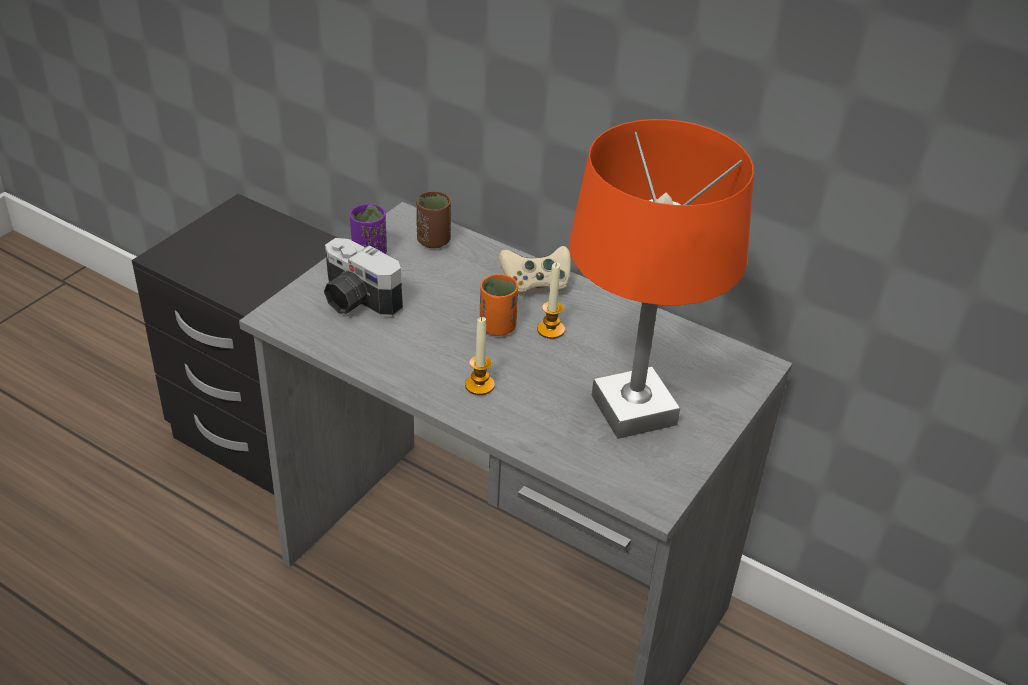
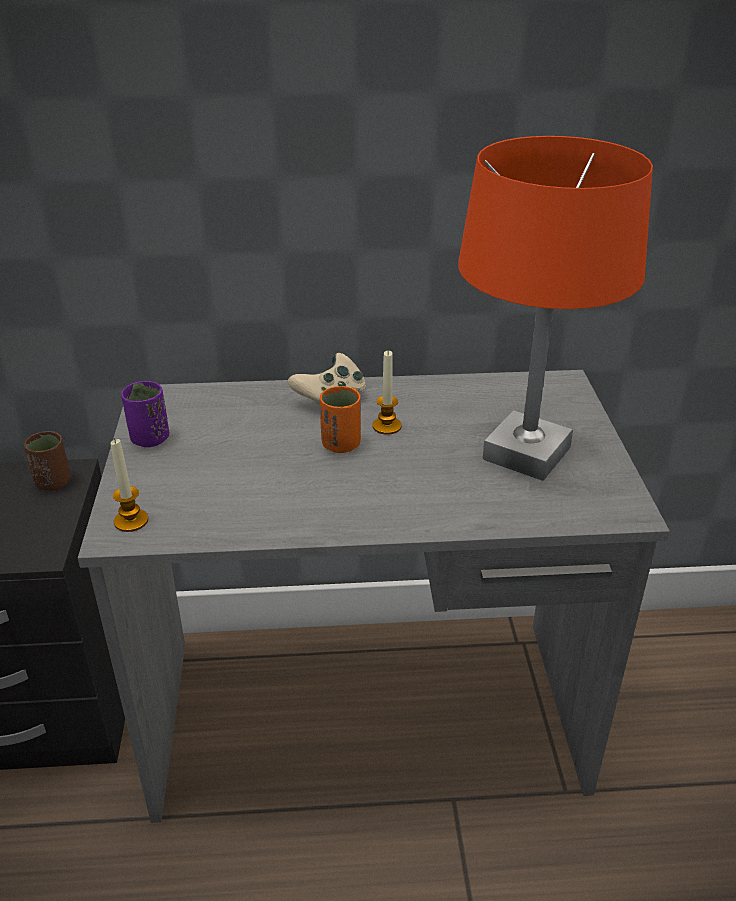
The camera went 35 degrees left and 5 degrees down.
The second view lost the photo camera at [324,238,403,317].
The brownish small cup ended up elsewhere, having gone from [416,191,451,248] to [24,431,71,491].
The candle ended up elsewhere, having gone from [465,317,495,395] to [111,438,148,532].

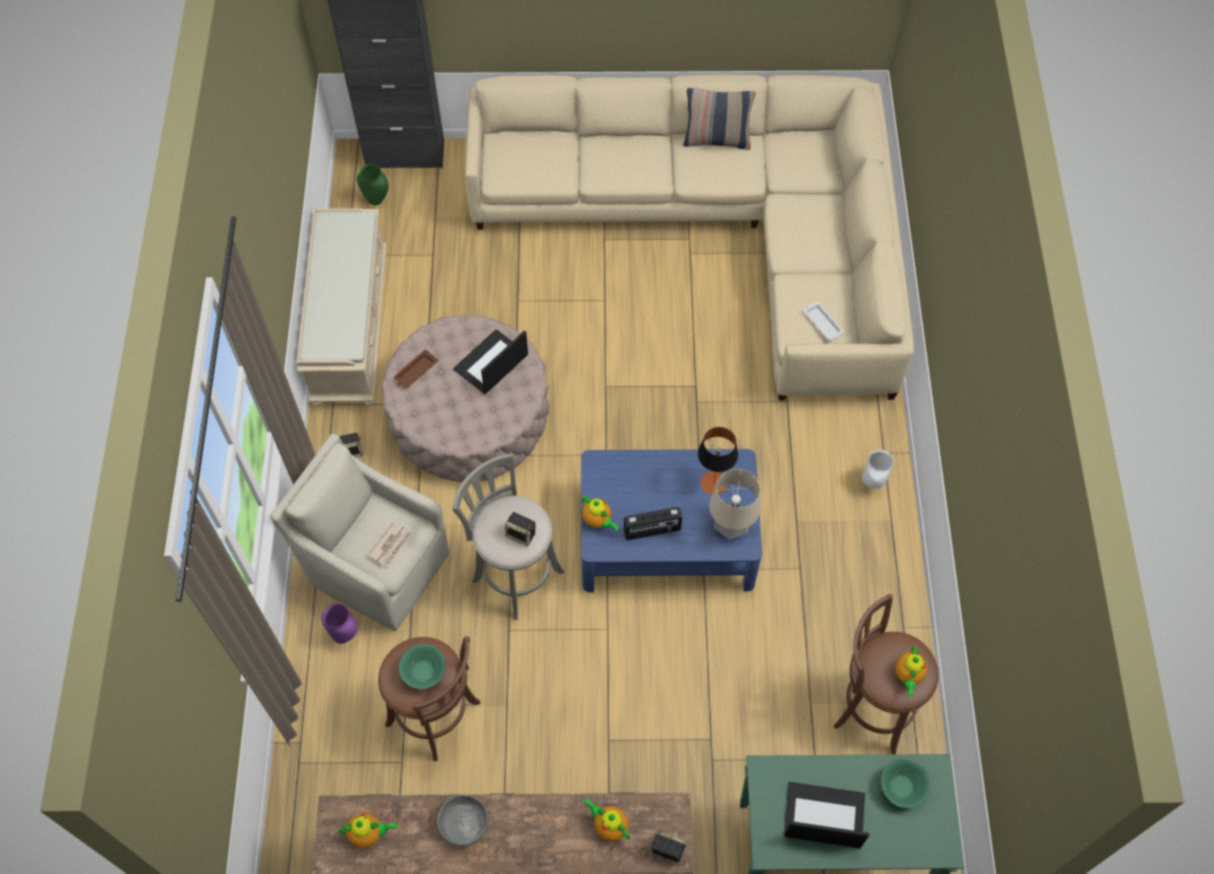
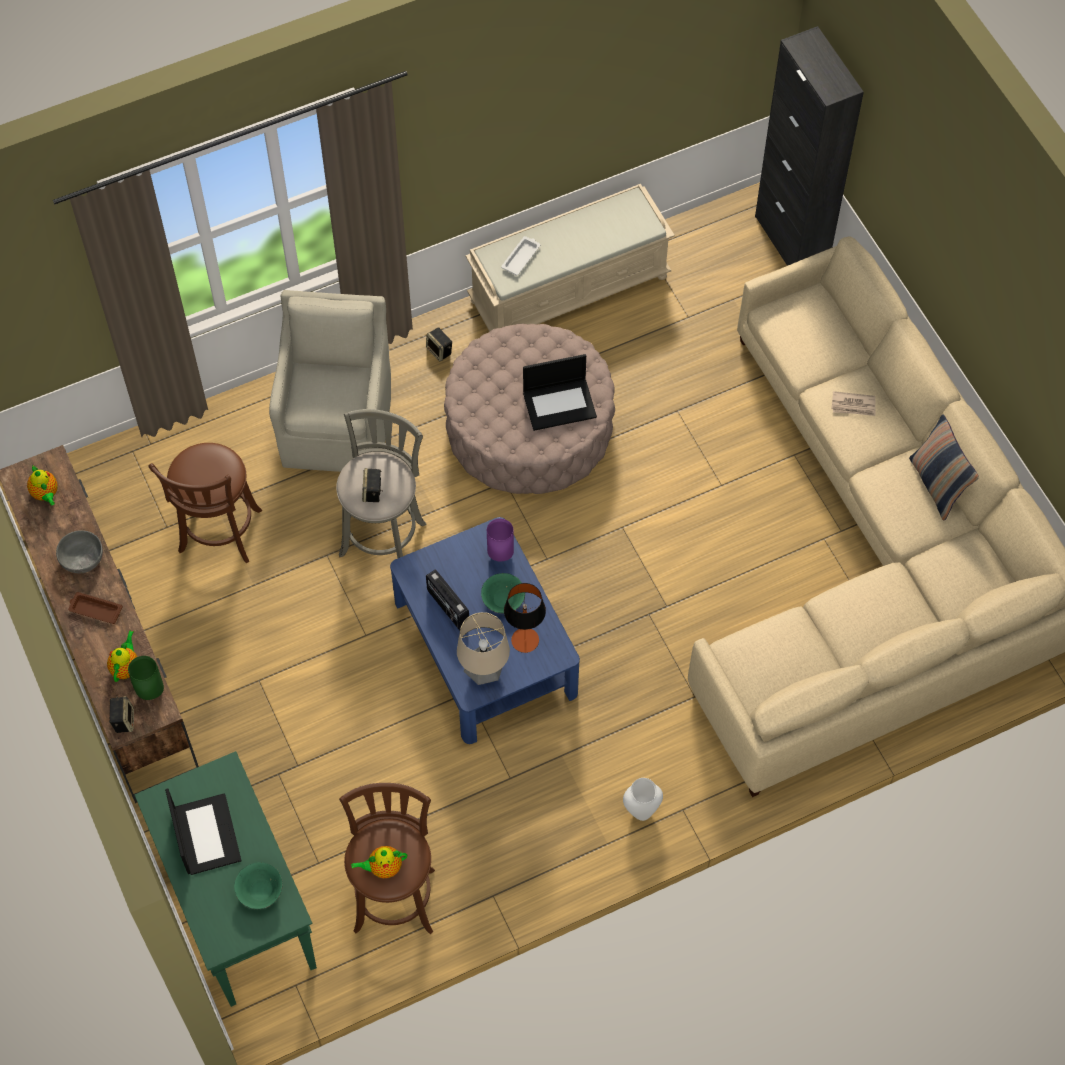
The camera went 65 degrees right and 0 degrees up.
The second view lost the tea pot at [582,496,619,530].
The purple vase ended up elsewhere, having gone from [321,604,358,644] to [487,519,514,562].
The green vase ended up elsewhere, having gone from [357,163,389,205] to [128,656,164,700].
The daily paper ended up elsewhere, having gone from [367,522,413,567] to [831,391,875,416].
The brownish tray ended up elsewhere, having gone from [394,349,438,388] to [68,592,123,624].
The green bowl ended up elsewhere, having gone from [399,644,446,689] to [481,573,525,613].
The white-coloured tray ended up elsewhere, having gone from [803,302,844,341] to [501,236,540,276].
The laptop at [453,329,528,394] ended up facing another way, 150 degrees clockwise from before.

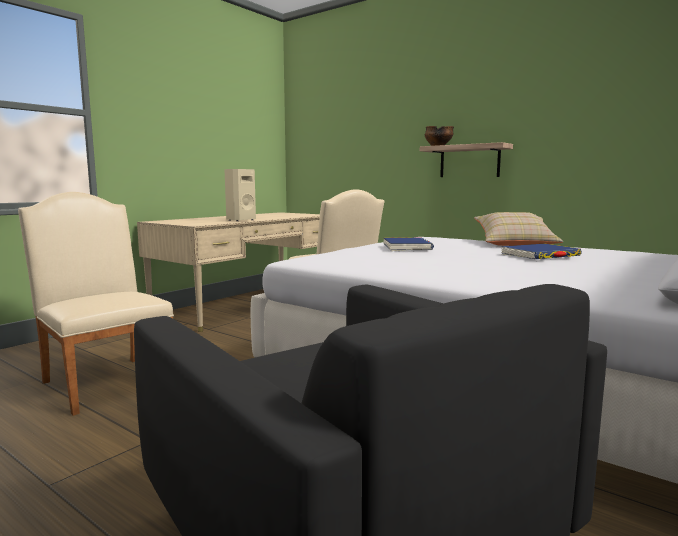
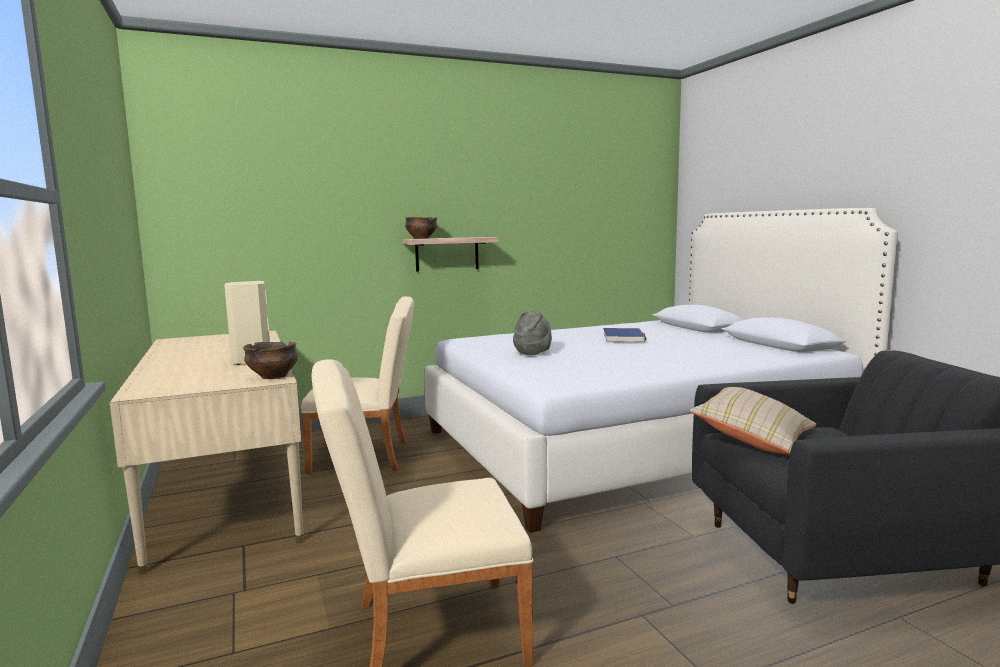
The camera went 60 degrees left and 0 degrees up.
The second view gained the bowl at [243,342,298,379].
The beige-coloured throw pillow ended up elsewhere, having gone from [474,212,563,246] to [690,387,817,455].
Where the bluish book stood at [383,237,434,251], the greyish hat came to stand at [513,311,552,355].

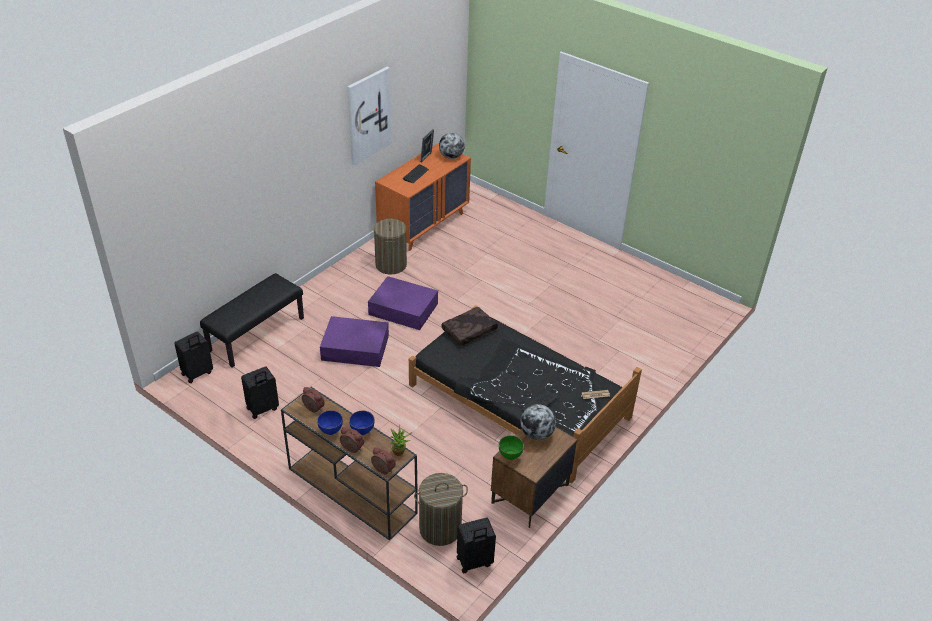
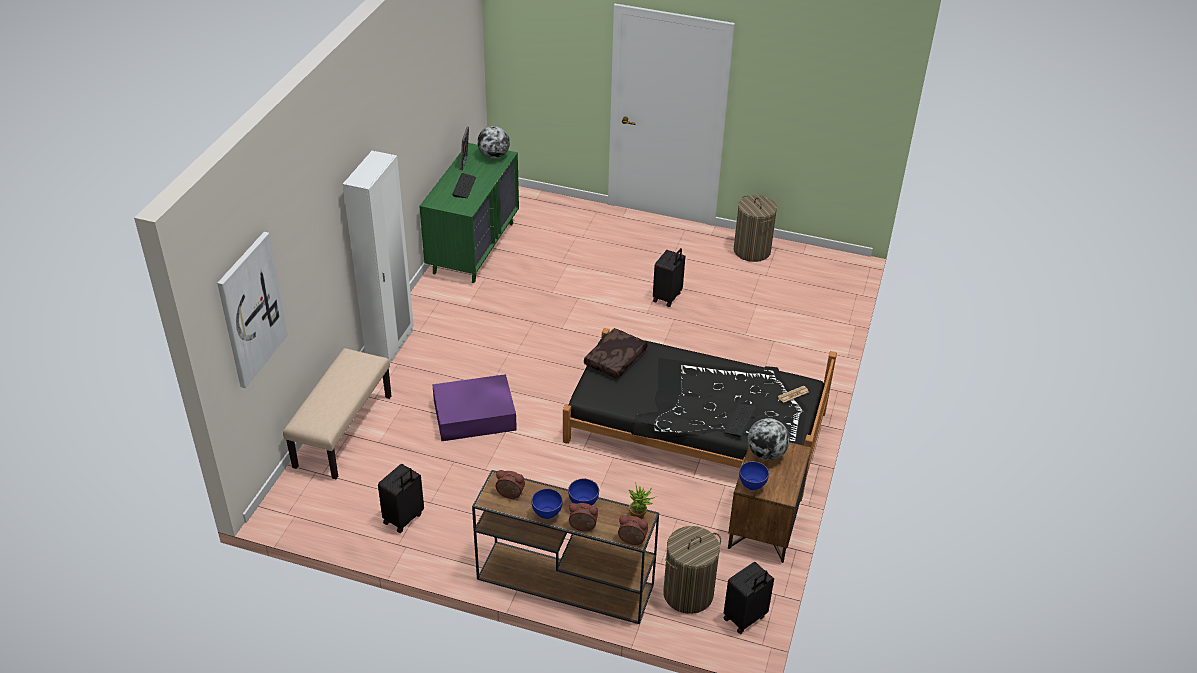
The camera went 20 degrees left and 0 degrees up.
The second view lost the purple storage container at [368,276,438,330].
The second view gained the white-coloured clothes cupboard at [343,151,414,363].
The black piece of luggage ended up elsewhere, having gone from [174,331,213,383] to [653,248,685,307].
The wall art ended up elsewhere, having gone from [347,67,392,165] to [217,232,288,388].
The hamper ended up elsewhere, having gone from [374,218,407,275] to [734,195,777,262].
What was the black bench at [200,273,304,368] turned into the beige-coloured bench at [283,348,391,479].
What was the orange-coloured drawer chest at [375,143,471,251] turned into the green drawer chest at [419,143,519,283].
What was the green bowl at [499,435,524,460] turned into the bluish bowl at [739,461,769,490].

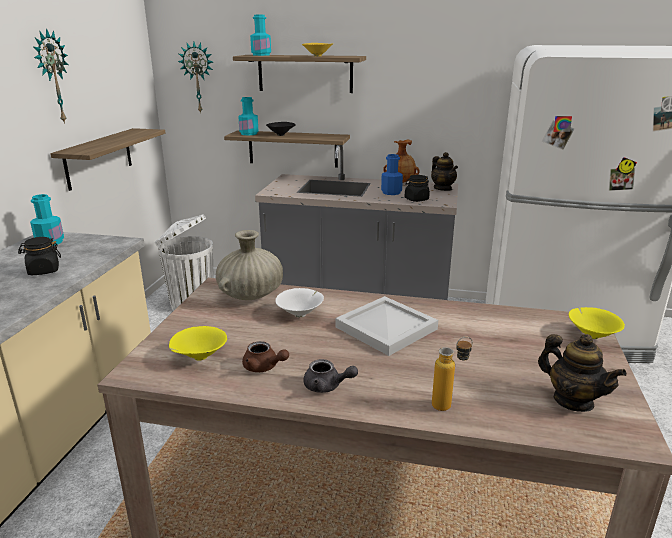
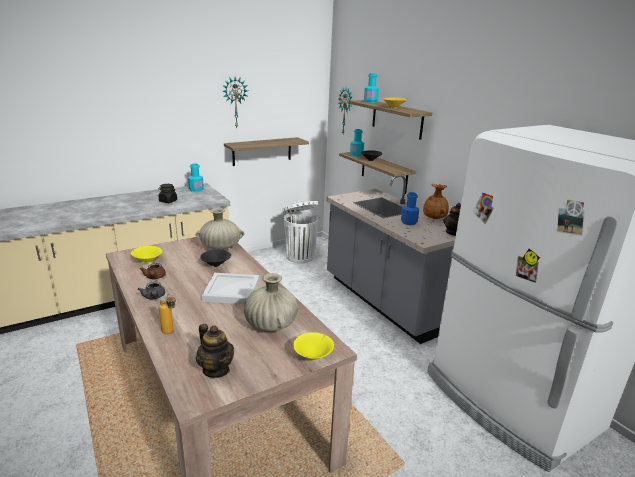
The camera went 45 degrees right and 0 degrees up.
The second view lost the black jar at [405,175,430,202].
The second view gained the beige-coloured vase at [244,273,298,331].
What was the white-coloured bowl at [275,288,324,318] turned into the black bowl at [200,249,231,267].
The tea pot at [538,334,627,412] ended up facing another way, 45 degrees counterclockwise from before.

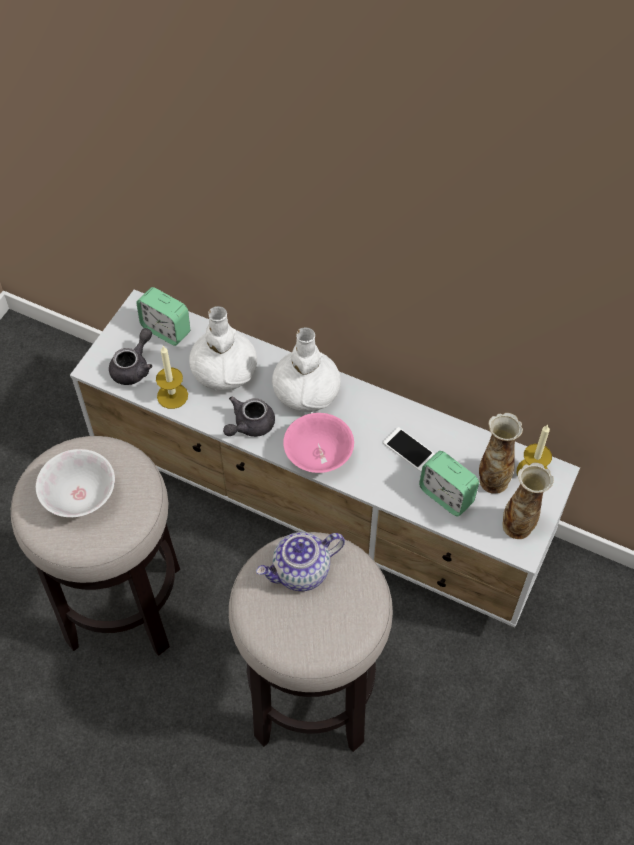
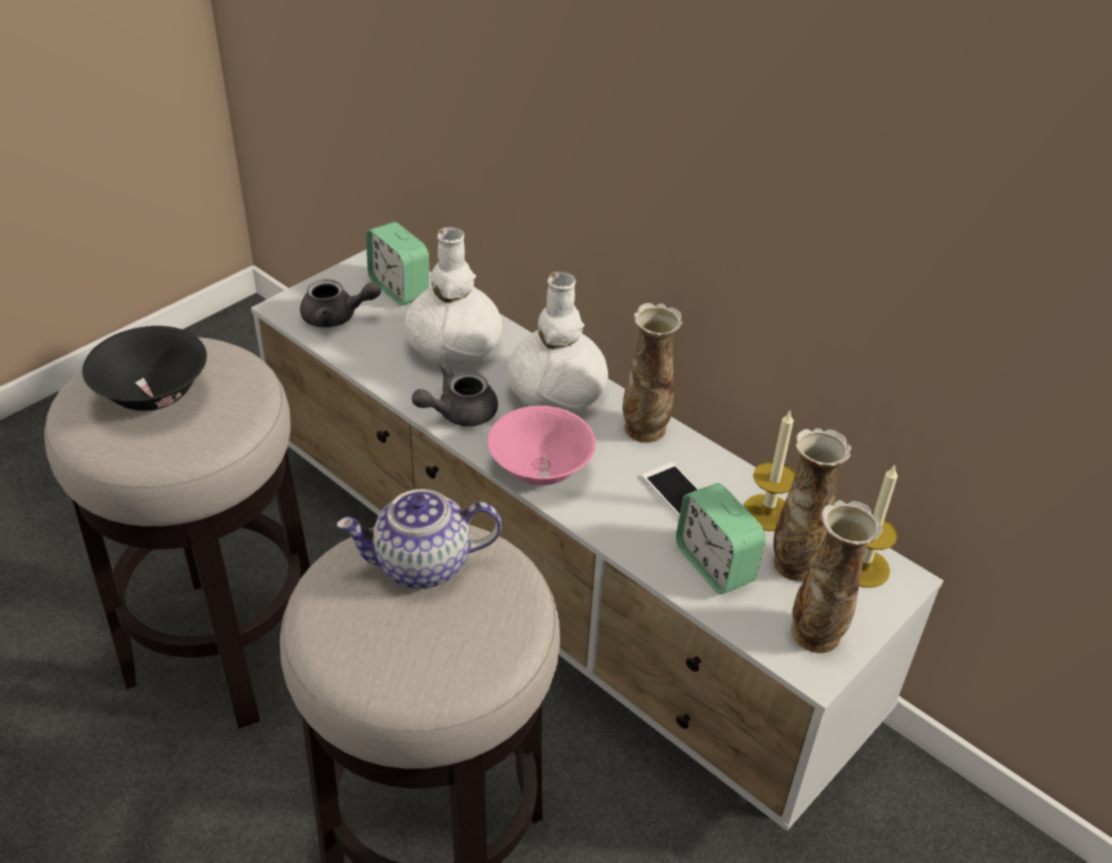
The camera went 15 degrees right and 15 degrees down.
The second view gained the vase at [623,303,682,443].
The candle ended up elsewhere, having gone from [156,346,188,409] to [744,409,796,531].
What was the white-coloured bowl at [36,449,115,517] turned into the black bowl at [82,326,207,411].
The greyish tea pot at [109,328,153,385] ended up facing another way, 45 degrees clockwise from before.

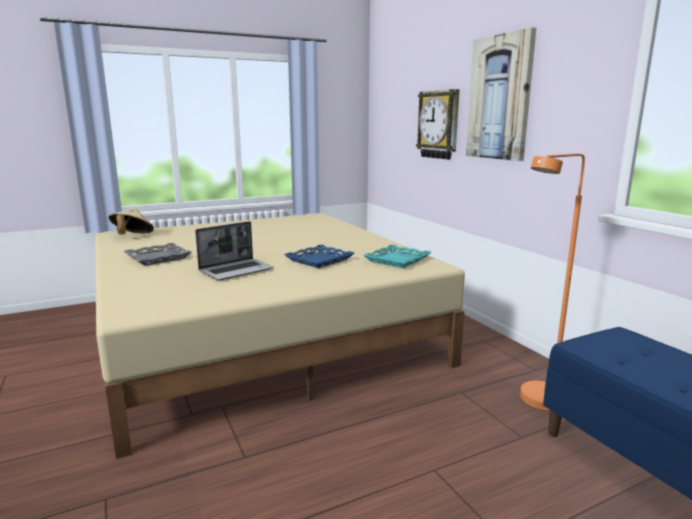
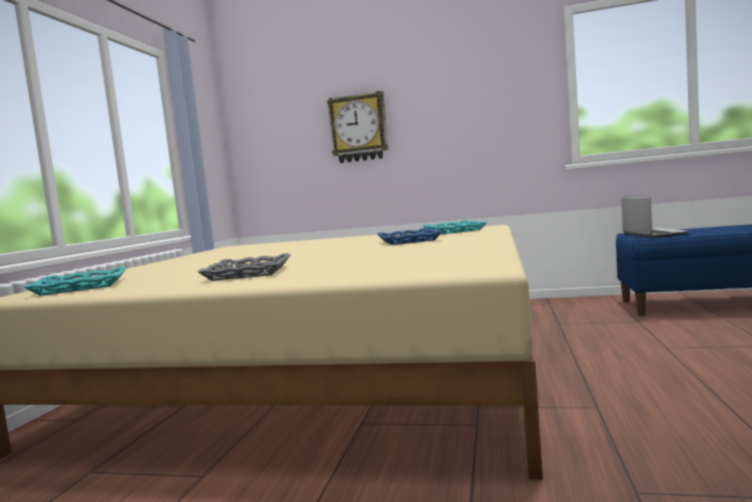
The camera went 50 degrees left and 10 degrees down.
The second view lost the wall art at [466,27,536,161].
The second view lost the orange-coloured standing lamp at [520,153,585,410].
The laptop ended up elsewhere, having gone from [195,221,273,281] to [621,196,690,238].
Where the beige-coloured hat stood at [108,209,154,235], the turquoise-coloured tray came to stand at [24,267,127,296].

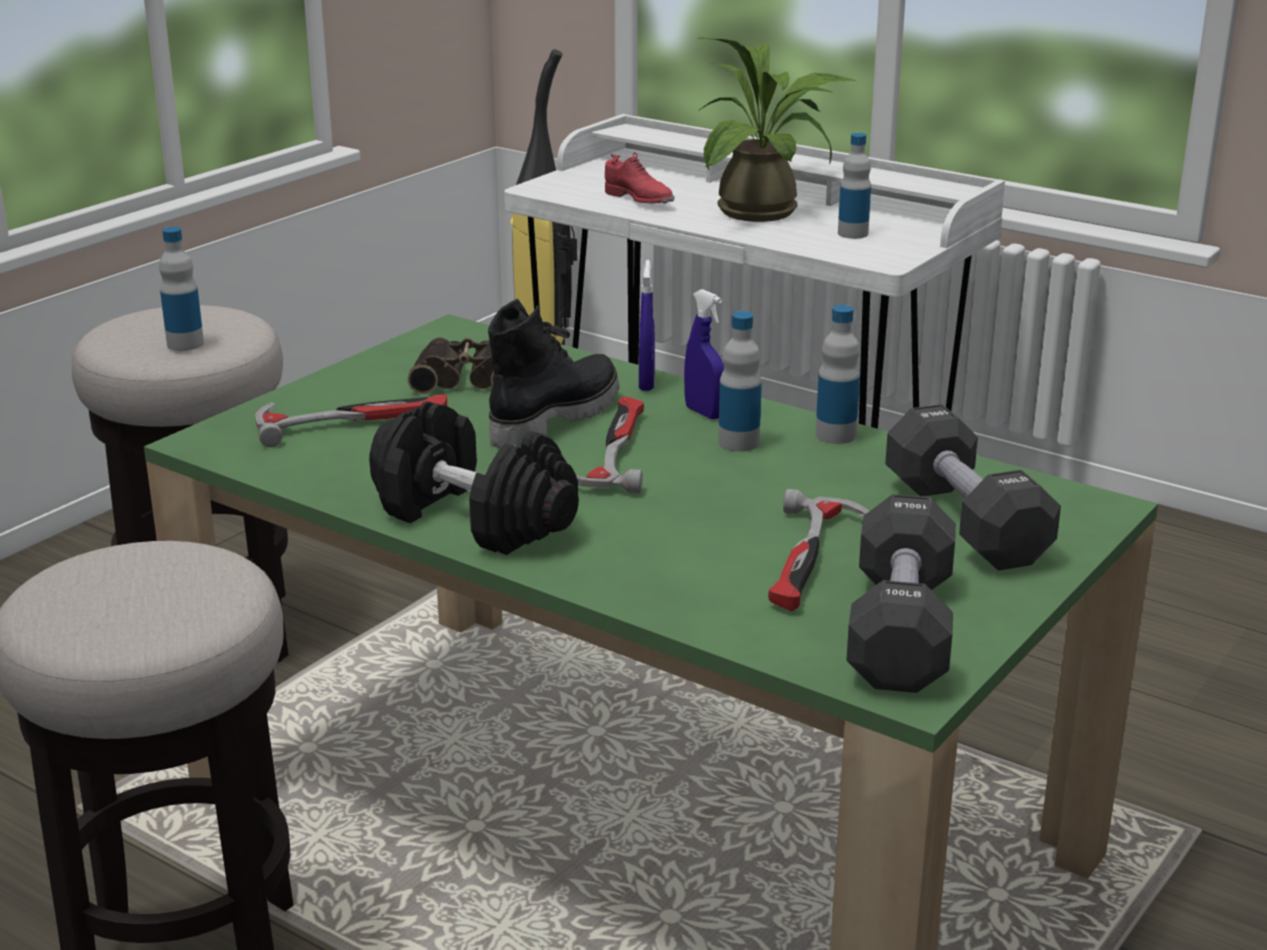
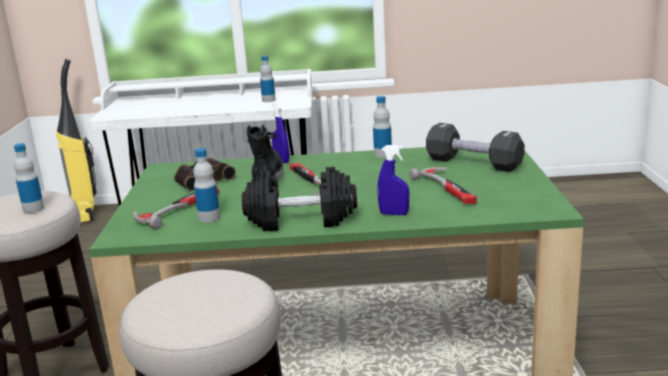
The camera went 35 degrees left and 5 degrees down.
The second view lost the red-coloured shoe at [605,152,675,204].
The second view lost the plant in a pot at [698,38,856,222].
The second view lost the black free weight at [847,494,956,693].
The bluish sprayer ended up elsewhere, having gone from [684,289,724,419] to [377,145,409,216].
The bottle ended up elsewhere, having gone from [718,311,762,452] to [193,148,220,222].

